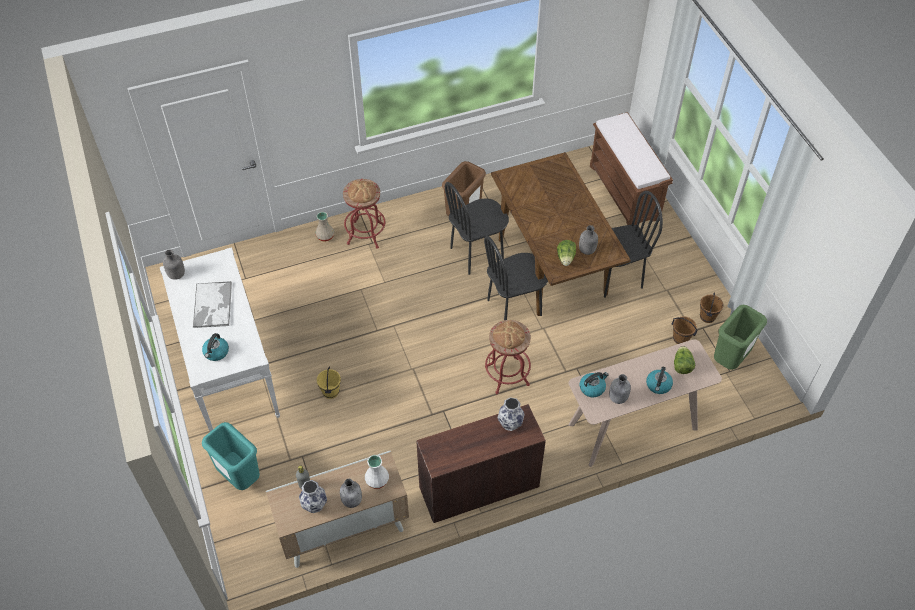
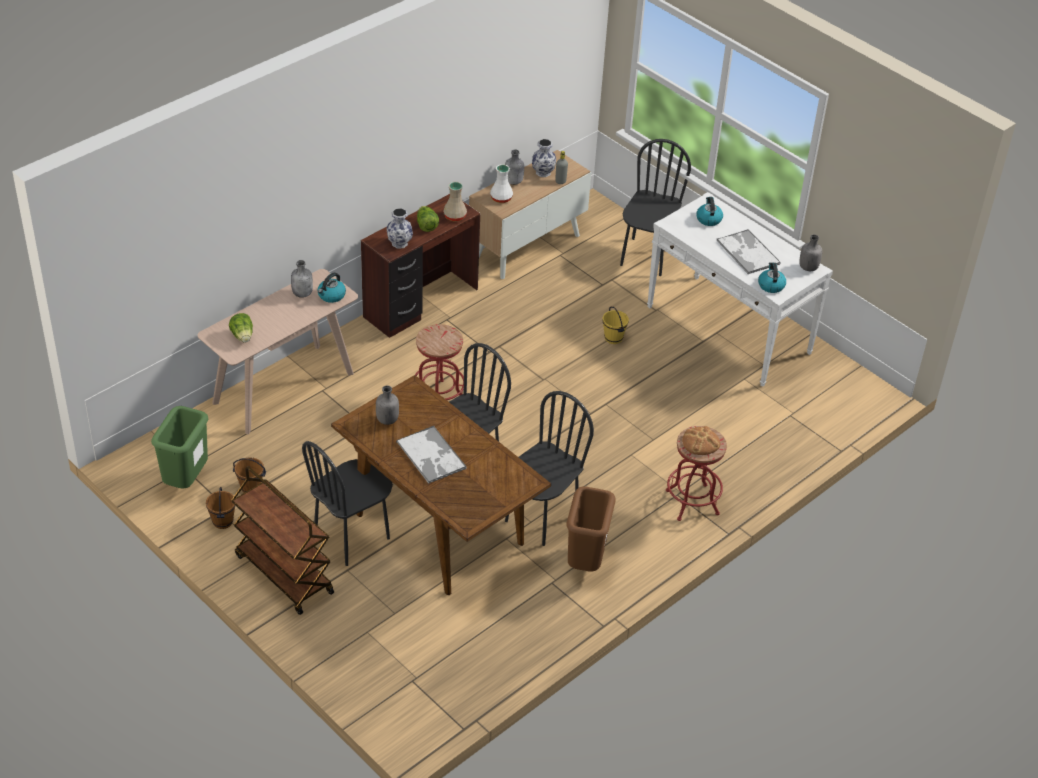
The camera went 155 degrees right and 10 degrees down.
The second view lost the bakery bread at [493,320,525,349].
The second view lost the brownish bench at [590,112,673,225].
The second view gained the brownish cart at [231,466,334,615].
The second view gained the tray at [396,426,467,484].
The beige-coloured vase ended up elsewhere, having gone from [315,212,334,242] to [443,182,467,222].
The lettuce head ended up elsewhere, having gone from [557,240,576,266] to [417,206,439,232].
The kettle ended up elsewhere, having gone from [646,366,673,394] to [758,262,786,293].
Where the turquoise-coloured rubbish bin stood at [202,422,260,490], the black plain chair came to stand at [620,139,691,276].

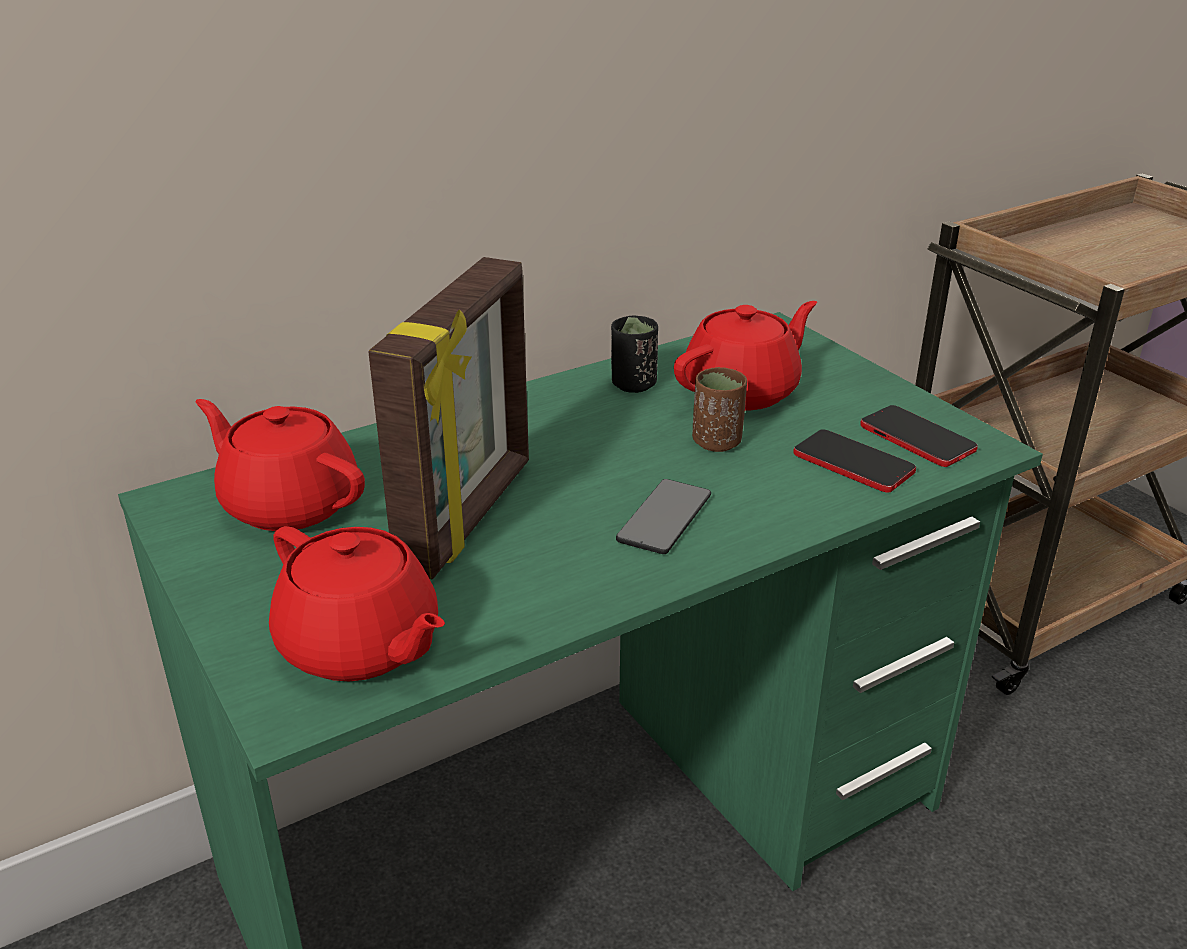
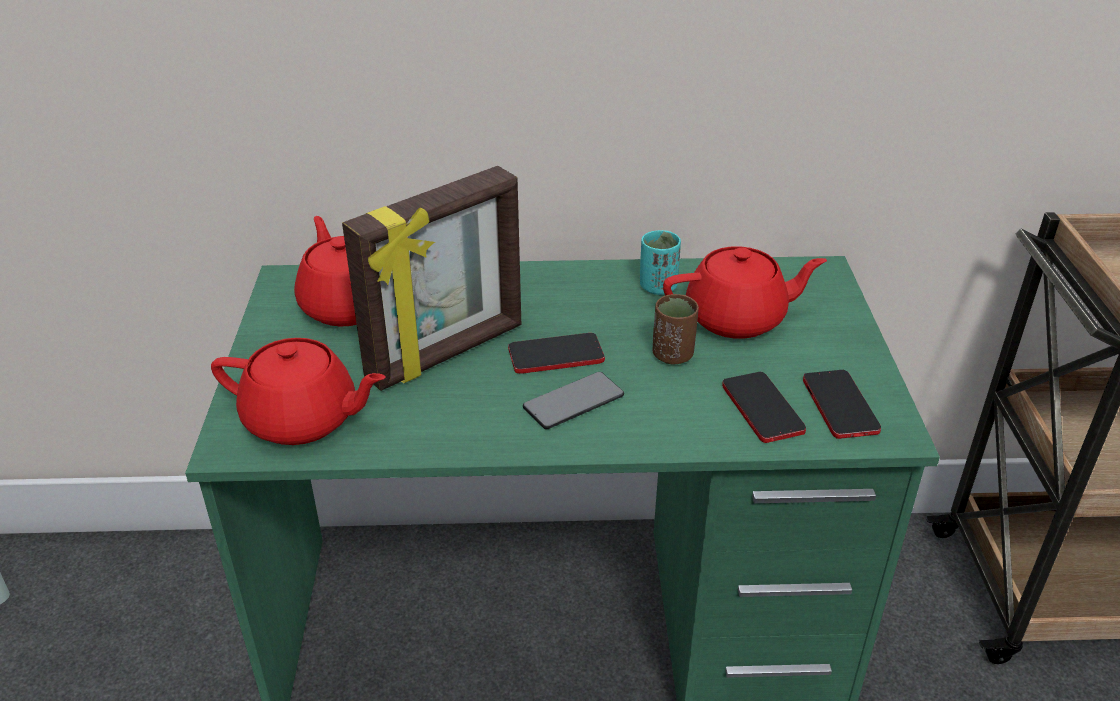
The camera went 30 degrees right and 5 degrees up.
The second view gained the telephone at [508,333,605,374].
What was the black small cup at [611,315,658,393] turned into the turquoise-coloured small cup at [640,230,681,295].
The red-coloured tea pot at [269,526,445,681] ended up facing another way, 60 degrees counterclockwise from before.

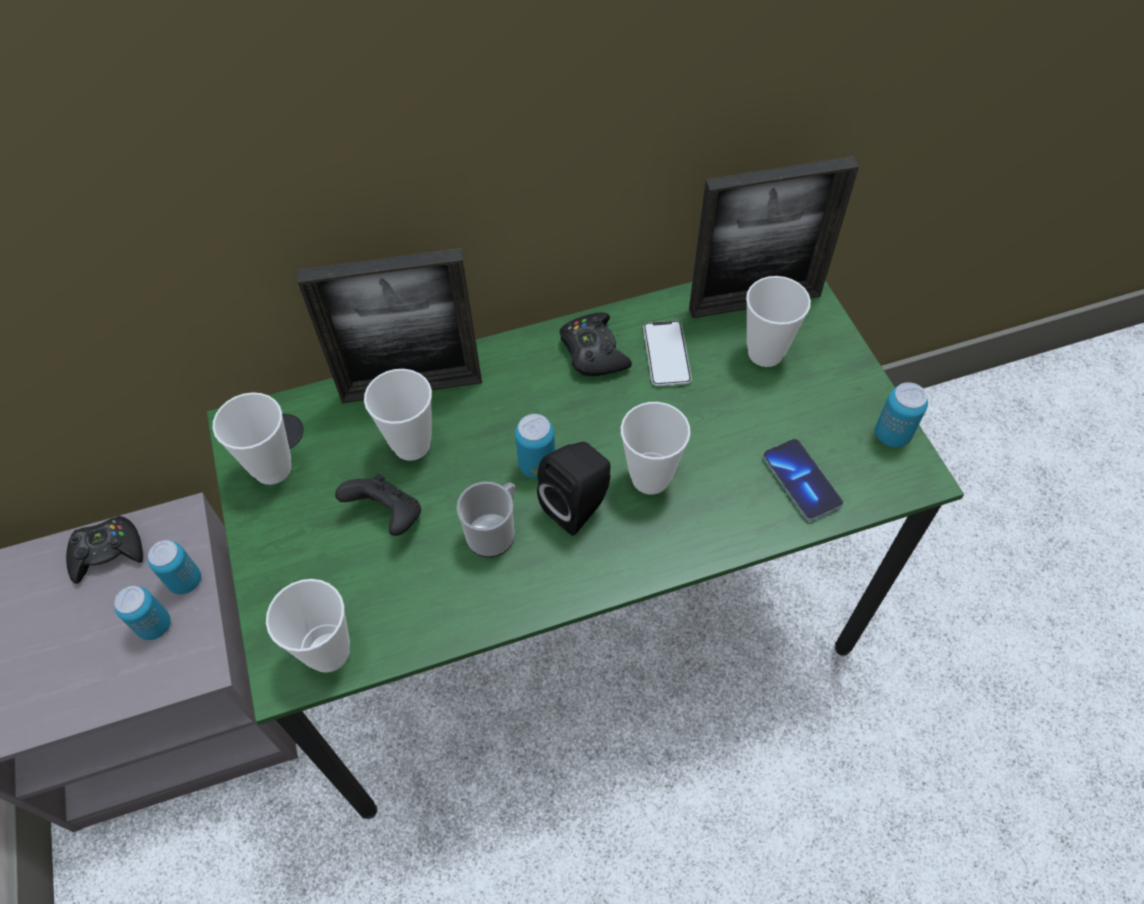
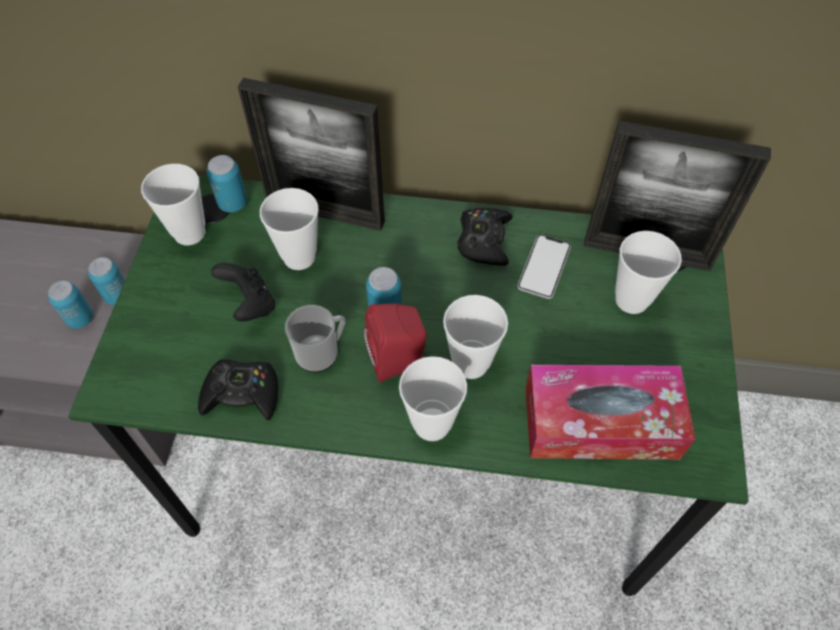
The camera went 25 degrees right and 0 degrees up.
The black gamepad ended up elsewhere, having gone from [66,516,143,584] to [198,359,278,420].
The small cup ended up elsewhere, having gone from [266,579,350,673] to [399,356,467,441].
The can ended up elsewhere, having gone from [875,382,928,447] to [207,155,247,212].
Where the telephone stood at [763,439,843,521], the box of tissues came to stand at [525,365,695,460].
What was the black speaker at [537,442,611,536] turned into the red-coloured speaker at [363,304,427,383].

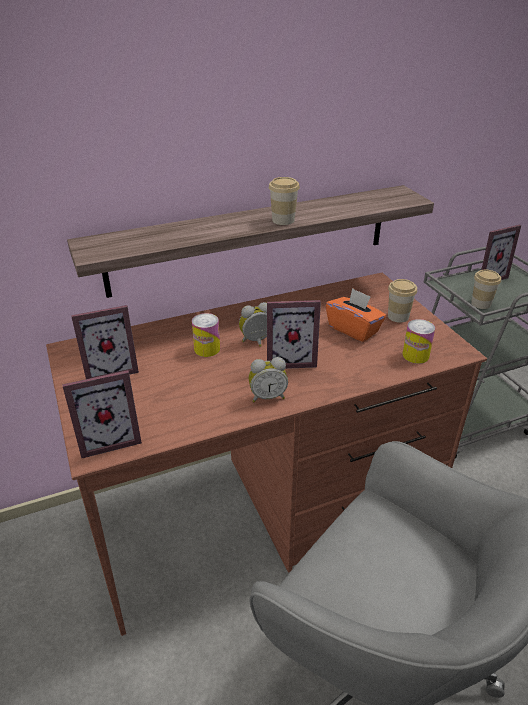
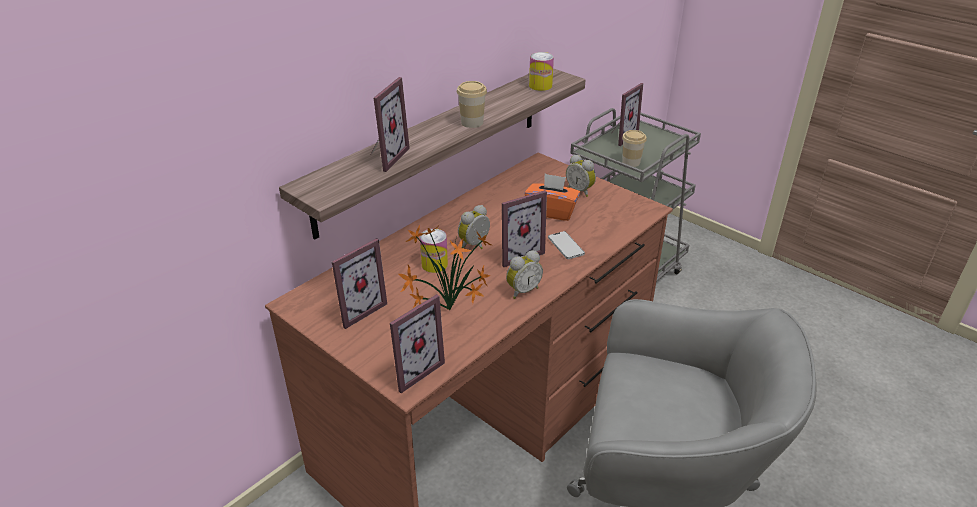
The camera went 25 degrees left and 0 degrees up.
The second view gained the standing frame at [371,77,410,172].
The second view gained the plant in a pot at [398,225,491,310].
The second view gained the telephone at [548,231,585,259].
The can ended up elsewhere, having gone from [402,319,435,364] to [529,52,554,91].
Where the small cup stood at [388,279,417,323], the table clock came to stand at [566,154,596,197].

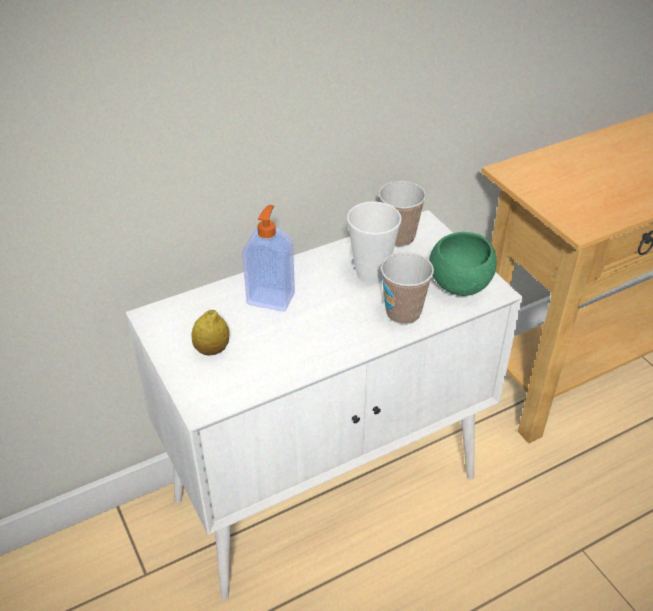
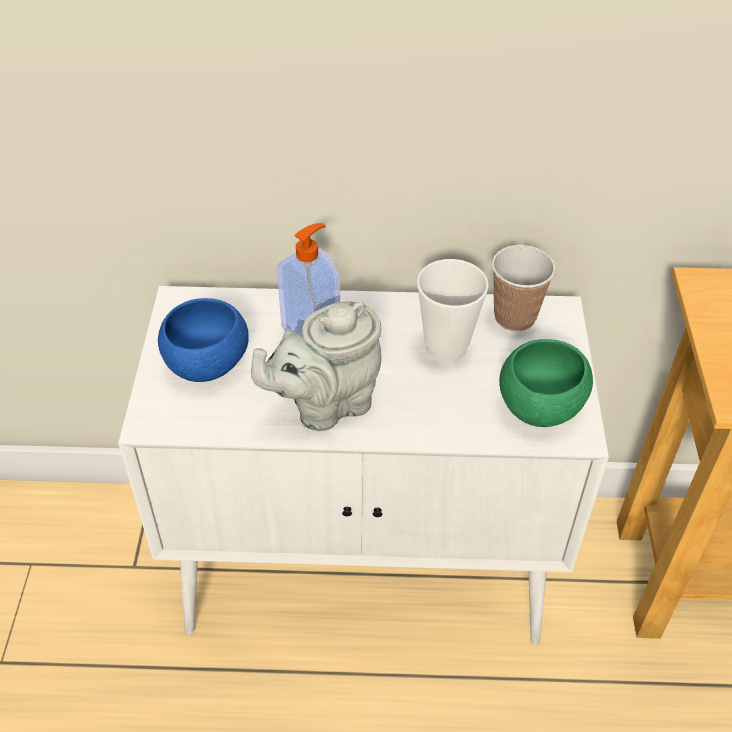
The camera went 30 degrees right and 5 degrees up.
The second view lost the small cup at [381,252,434,324].
The second view gained the greyish tea pot at [251,301,381,431].
Where the lemon stood at [191,310,229,355], the bluish bowl came to stand at [158,298,249,382].

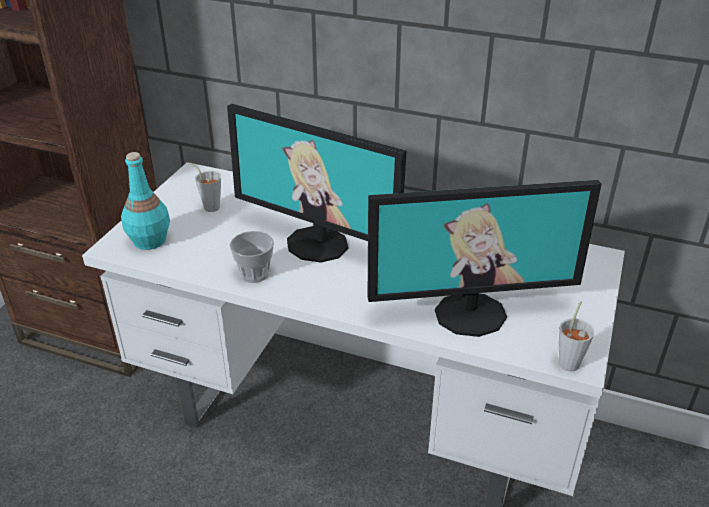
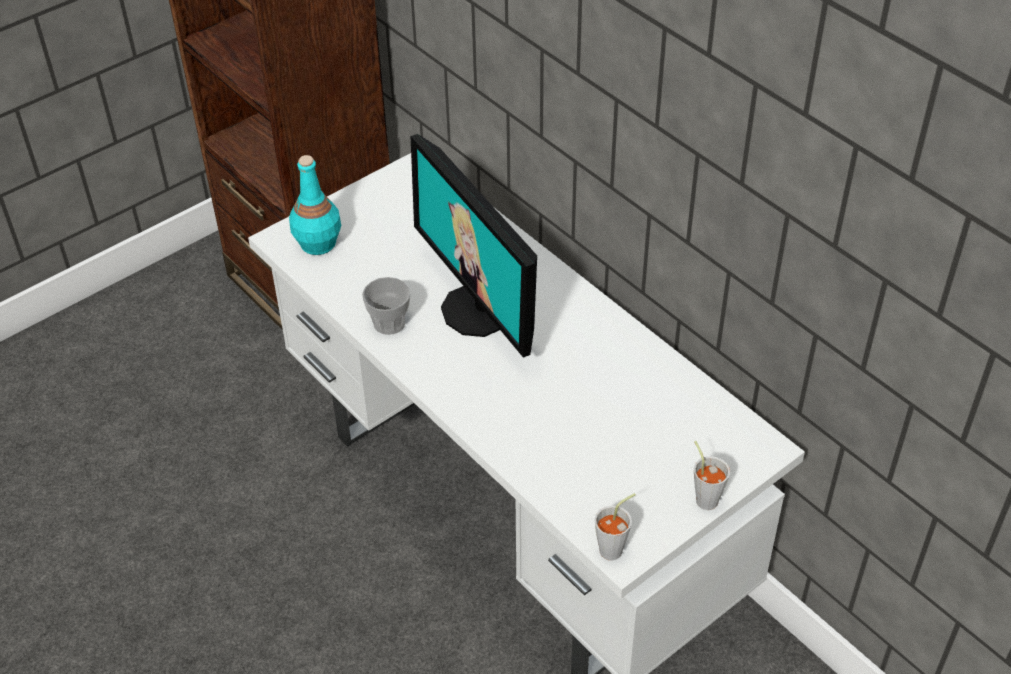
The camera went 30 degrees right and 10 degrees up.
The second view lost the computer display at [368,180,602,337].
The greyish small cup ended up elsewhere, having gone from [189,162,221,212] to [694,441,730,510].

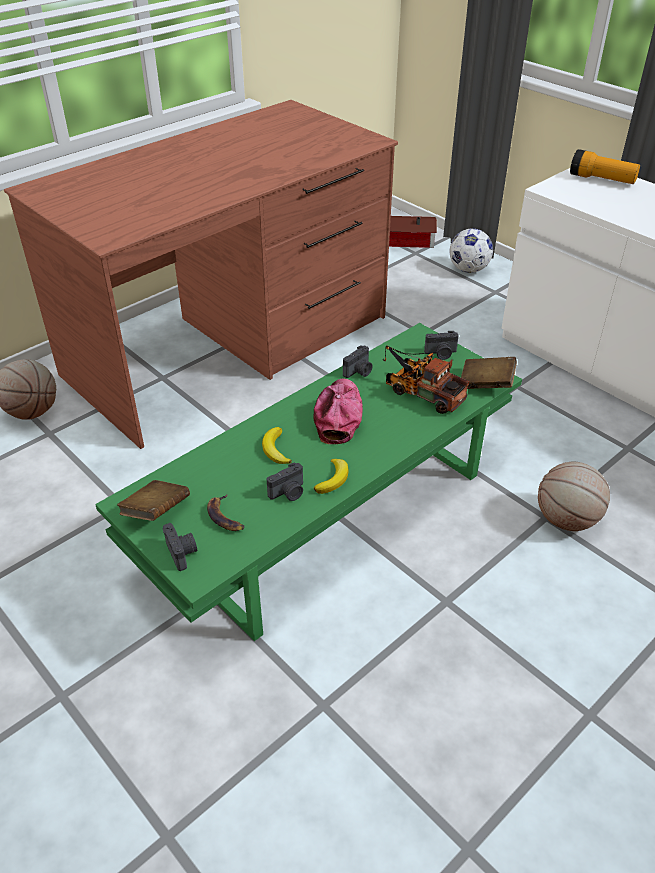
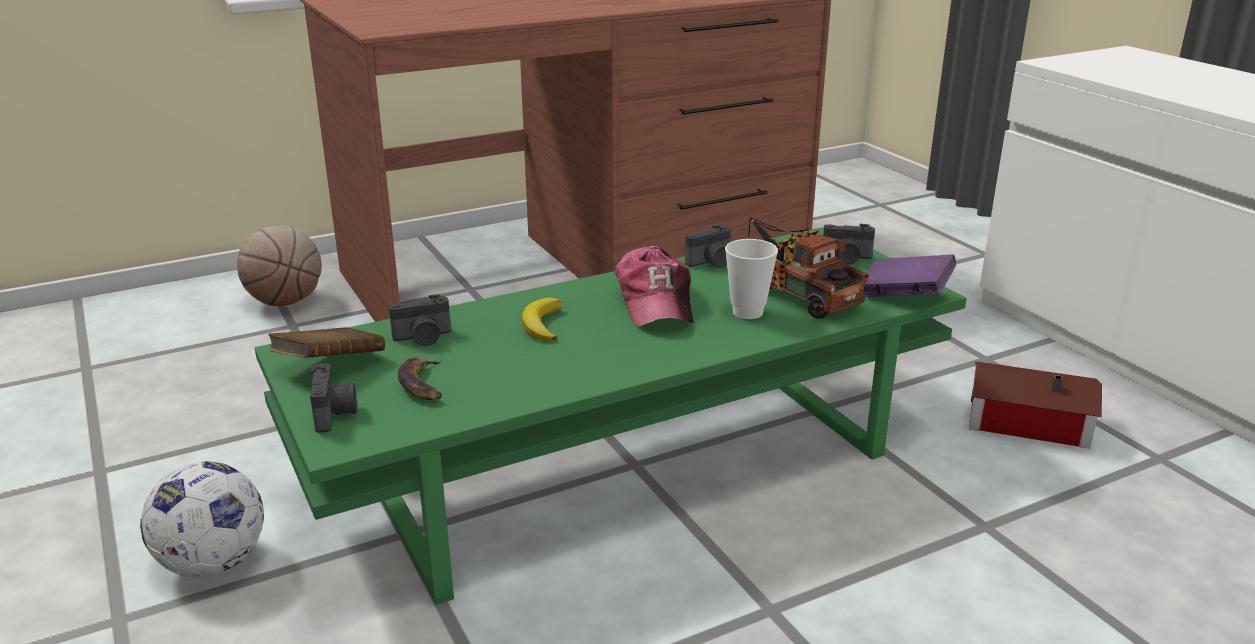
The camera went 15 degrees right and 15 degrees down.
The second view lost the banana at [314,459,349,494].
The second view lost the basketball at [538,462,610,531].
The second view lost the flashlight at [570,149,640,184].
The second view gained the small cup at [725,239,778,319].
The photo camera ended up elsewhere, having gone from [267,462,303,501] to [389,294,451,346].
The model house ended up elsewhere, having gone from [389,216,437,248] to [969,361,1102,449].
The ball for football ended up elsewhere, having gone from [449,228,493,273] to [140,461,264,577].
What was the brownish book at [461,357,517,389] turned into the purple book at [863,254,956,297].
The baseball cap at [313,379,363,444] ended up facing another way, 150 degrees clockwise from before.

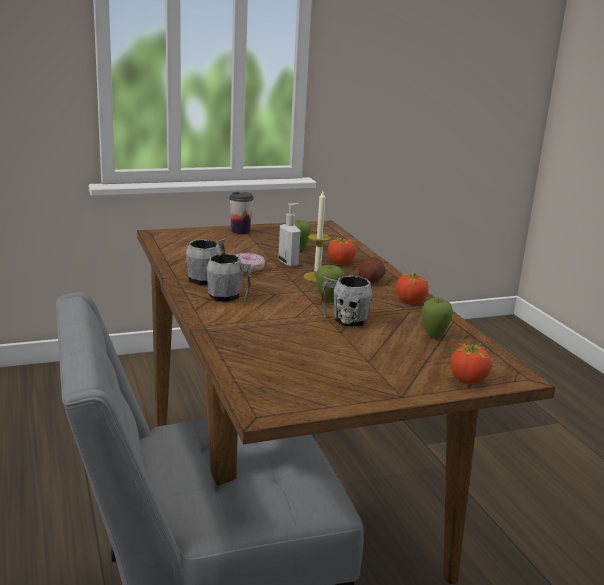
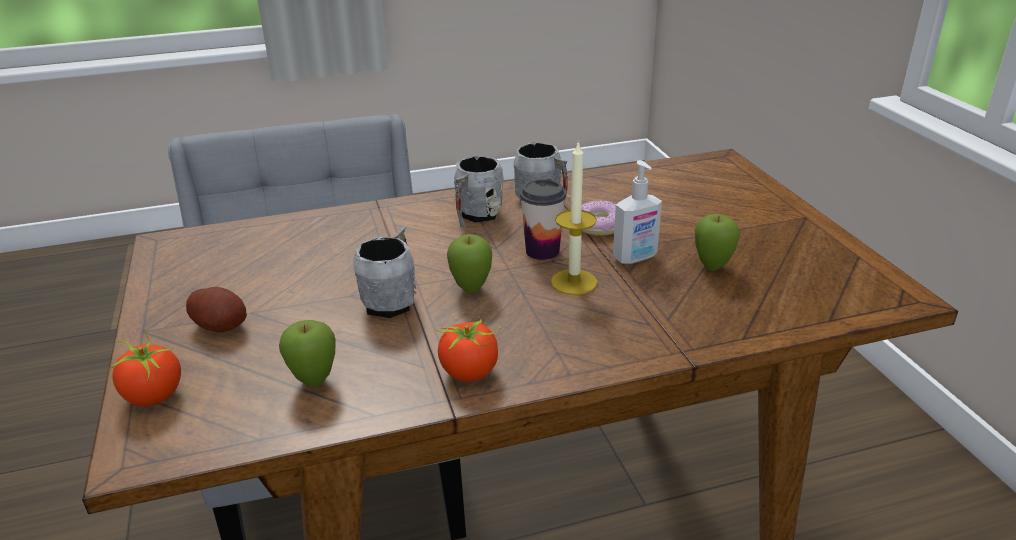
The camera went 95 degrees right and 10 degrees up.
The second view lost the fresh tomato at [327,237,356,265].
The small cup ended up elsewhere, having gone from [229,192,254,234] to [520,179,566,260].
The whole potato ended up elsewhere, having gone from [358,257,385,283] to [186,287,247,332].

